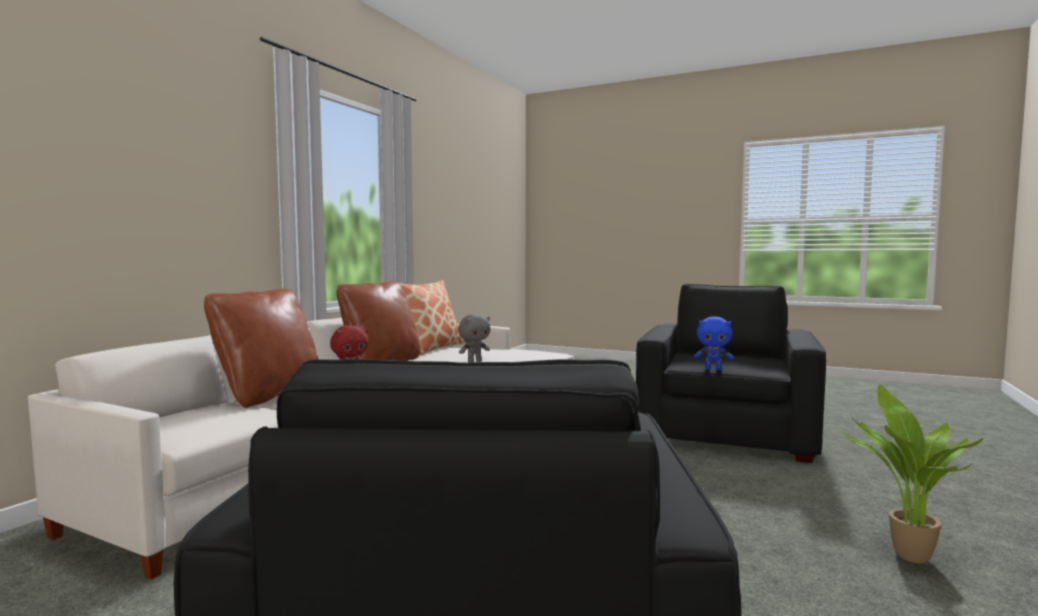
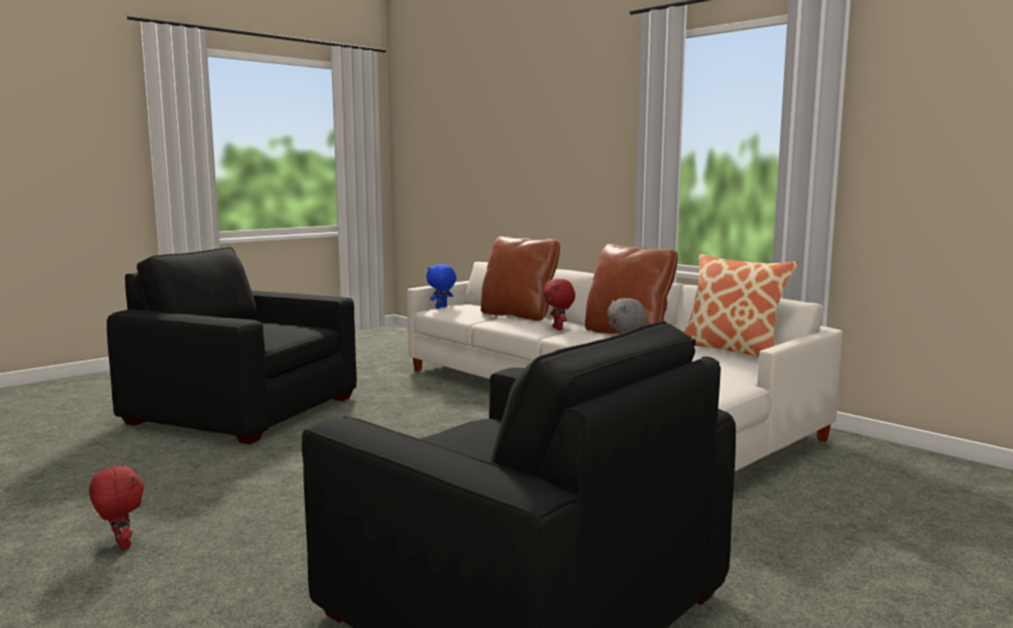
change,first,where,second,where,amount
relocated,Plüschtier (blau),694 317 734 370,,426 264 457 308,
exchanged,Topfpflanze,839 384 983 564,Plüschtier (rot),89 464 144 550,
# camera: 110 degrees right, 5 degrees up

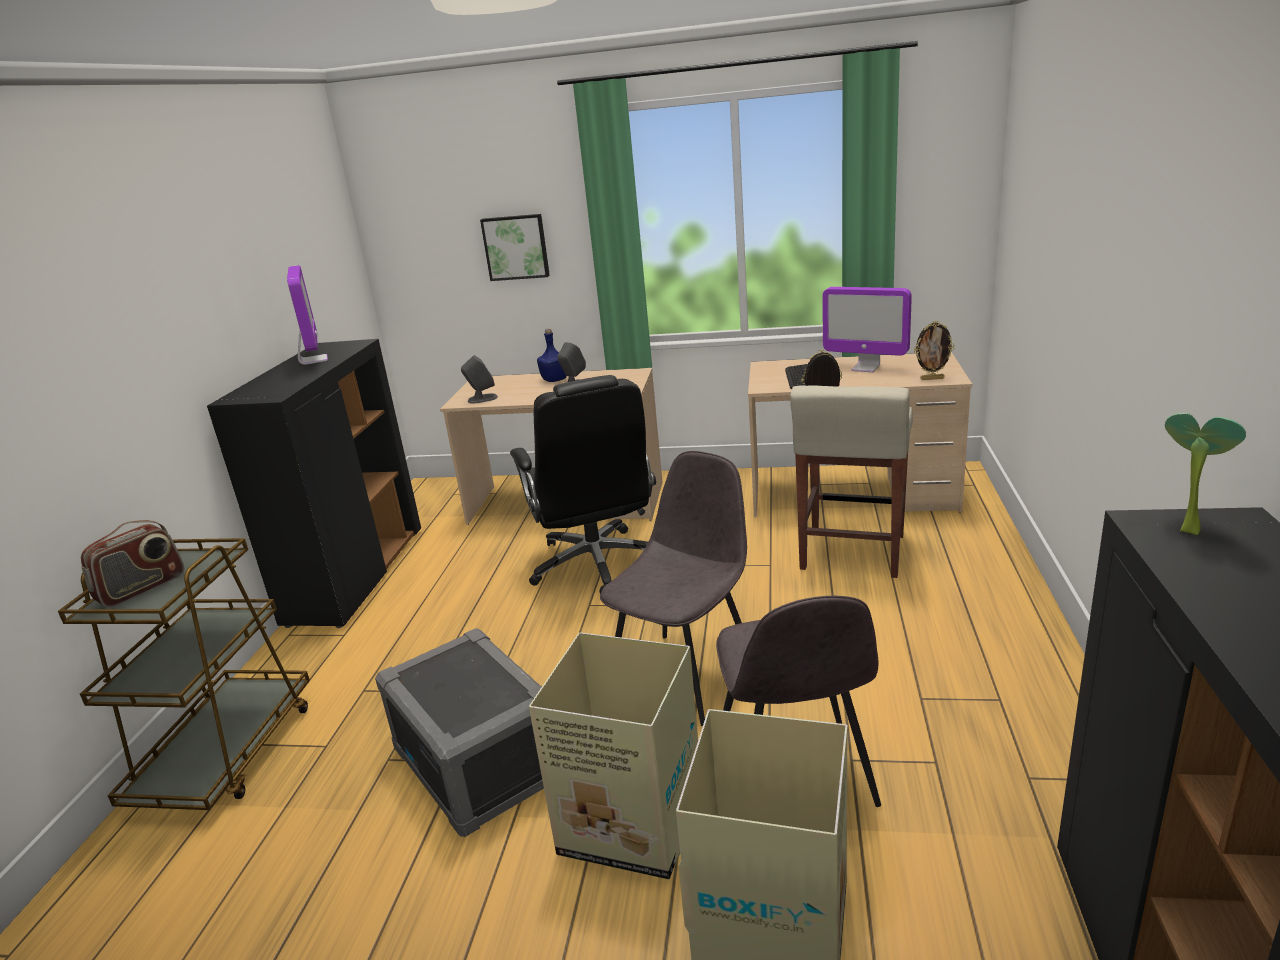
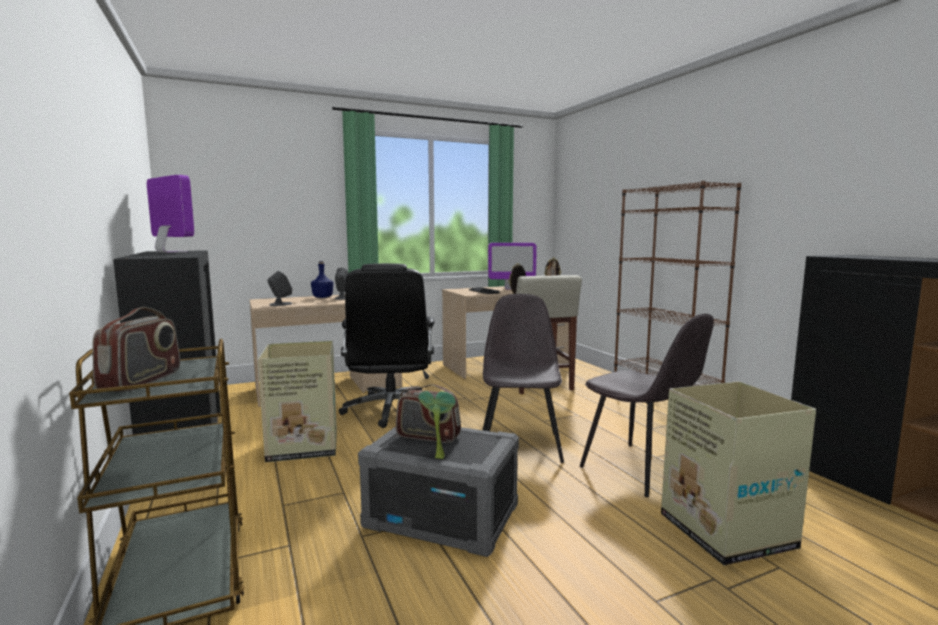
change,first,where,second,where,amount
missing,Bild,480 214 550 281,,,
appeared,,,Radio,396 385 461 443,
appeared,,,Bücherregal (braun),614 181 741 386,
relocated,Karton,529 633 698 879,,258 341 337 463,
relocated,Topfpflanze,1165 413 1246 535,,419 391 456 459,
spun,Bürostuhl (schwarz),510 375 656 594,,339 263 434 428,45 degrees clockwise
# camera: 35 degrees left, 15 degrees down

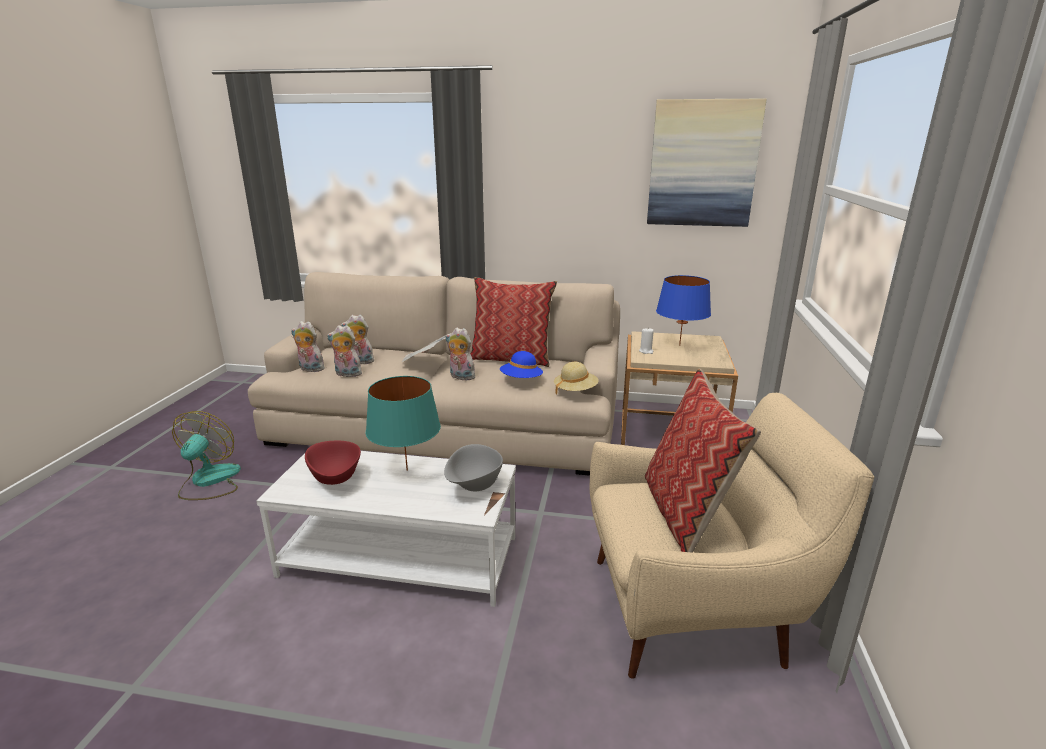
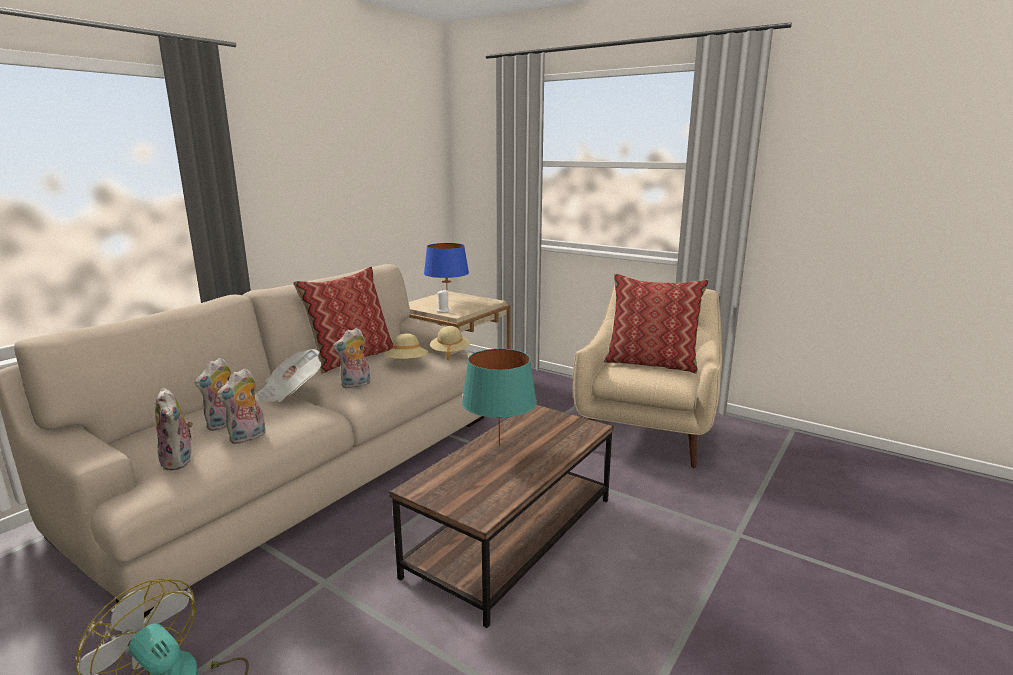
change,first,where,second,where,amount
missing,Schüssel (rot),305 441 361 485,,,
missing,Schüssel (grau),444 444 503 491,,,
missing,Bild,647 99 767 227,,,
colour,Couchtisch (weiß),256 451 516 607,Couchtisch (braun),390 405 613 628,
colour,Hut (blau),500 351 543 378,Hut (beige),385 334 428 359,
spun,Plüschtier,291 321 326 372,,155 388 193 470,75 degrees counterclockwise
# camera: 65 degrees left, 5 degrees down

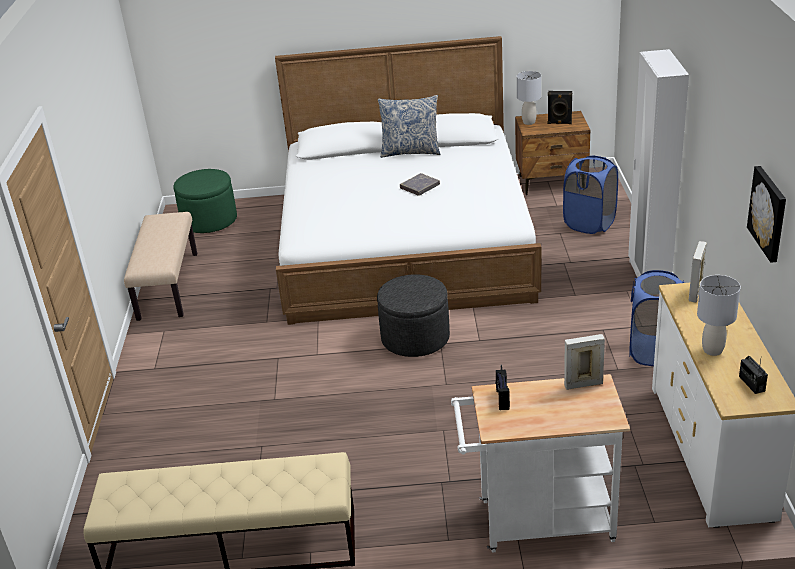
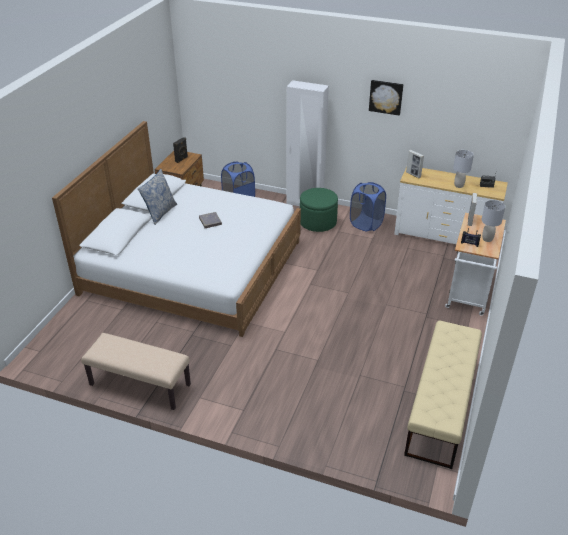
change,first,where,second,where,amount
missing,Polsterhocker (grau),377 274 450 357,,,
relocated,Polsterhocker (grün),174 169 237 233,,300 188 338 232,
relocated,Tischlampe (grau),517 71 541 125,,482 200 505 242,
relocated,Bild,747 166 786 263,,369 80 404 116,
# camera: 70 degrees left, 5 degrees up

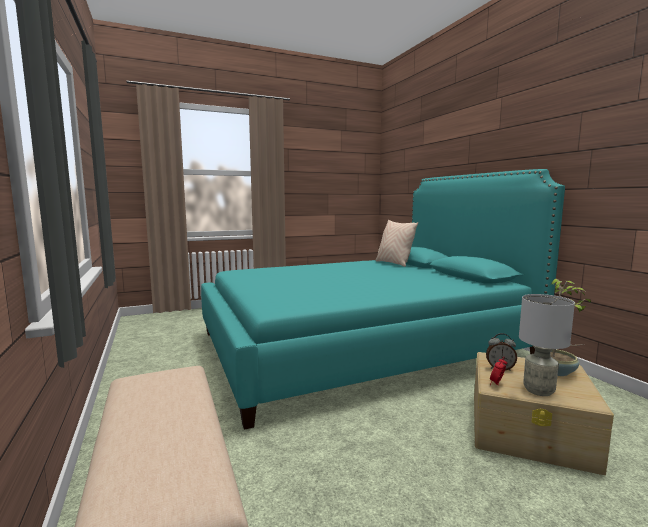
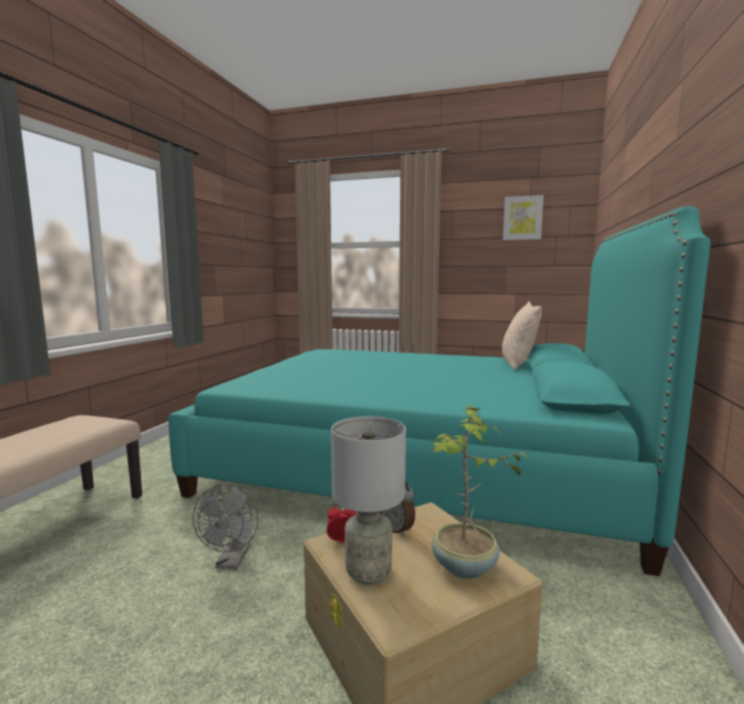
change,first,where,second,where,amount
appeared,,,Ventilator (grau),193 485 258 569,
appeared,,,Bild,503 195 544 240,
# camera: 40 degrees right, 0 degrees up

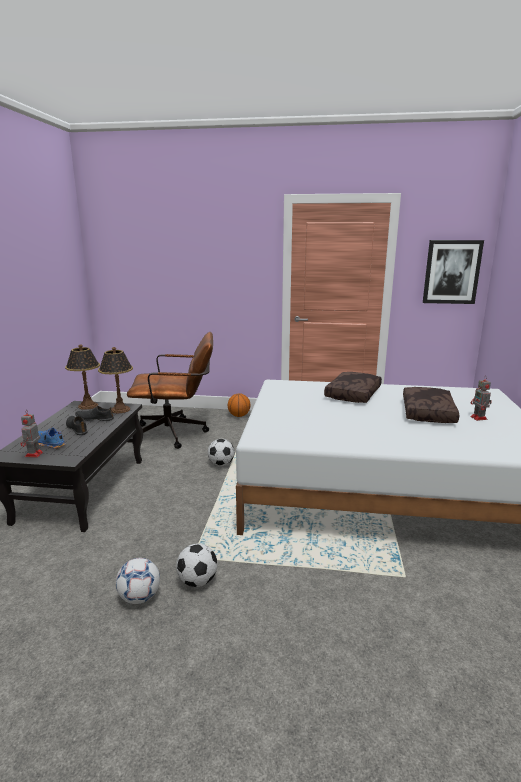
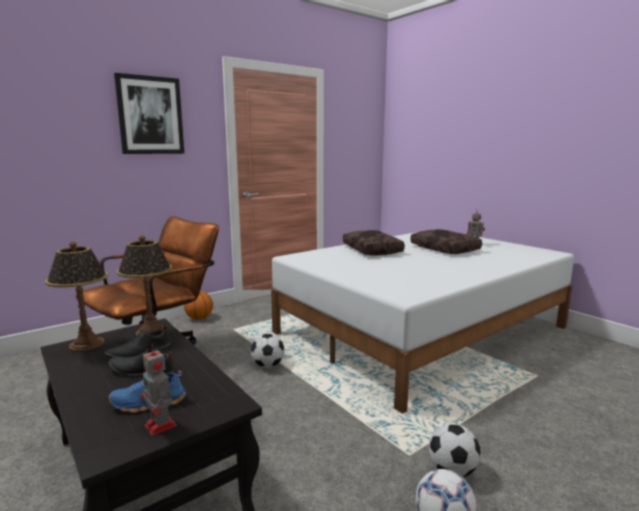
change,first,where,second,where,amount
relocated,Bild,423 240 484 304,,114 73 184 154,
# camera: 45 degrees left, 5 degrees down

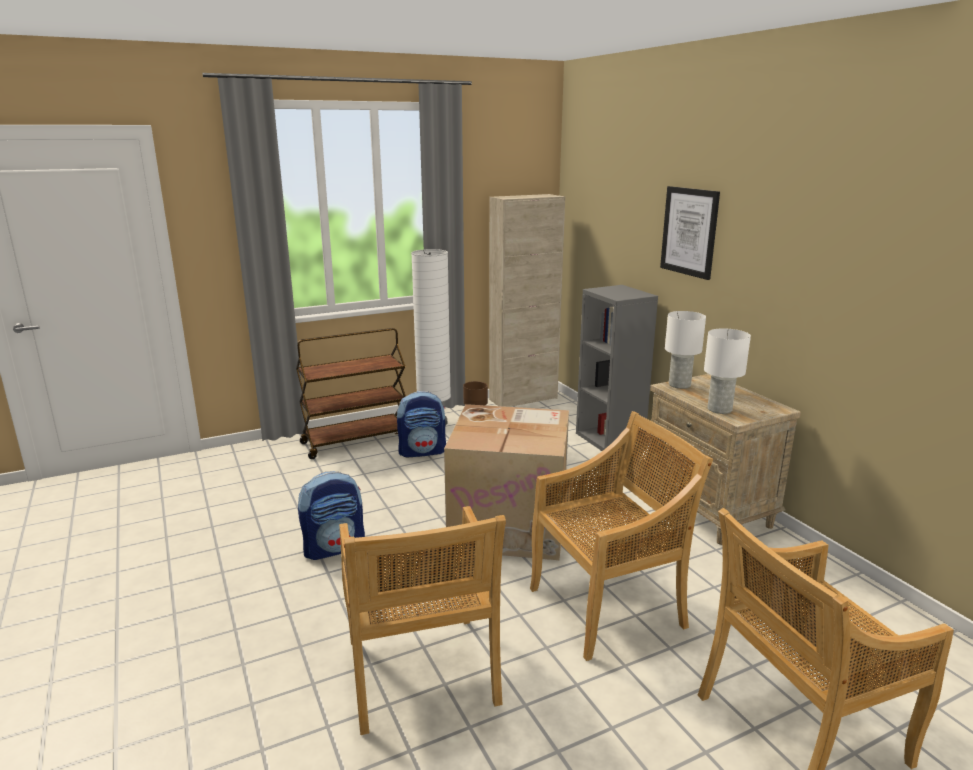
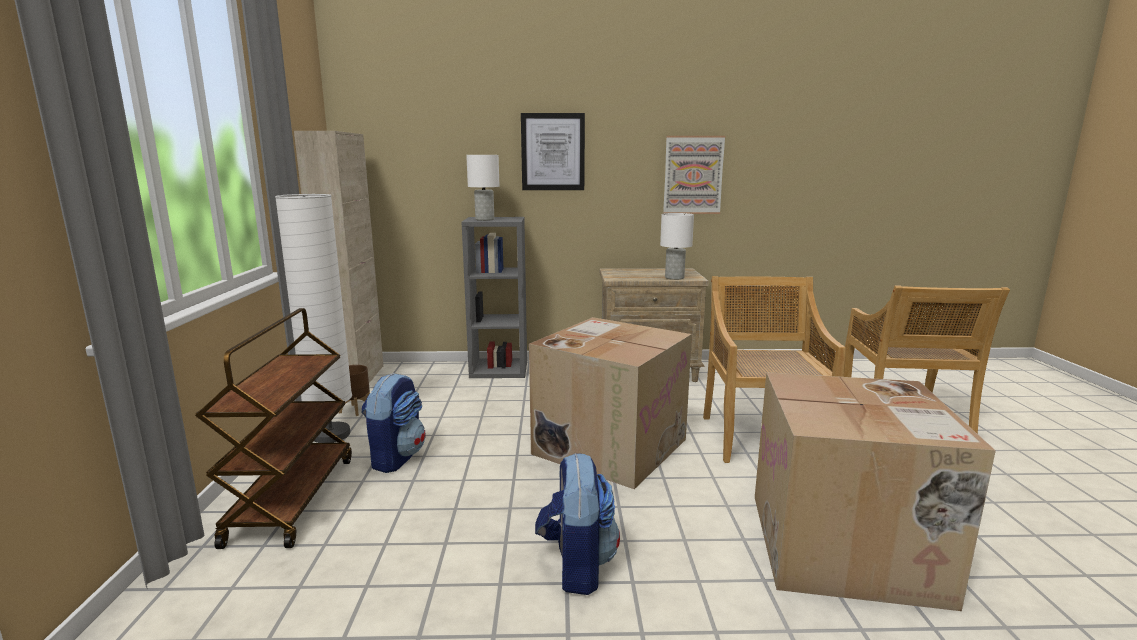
change,first,where,second,where,amount
appeared,,,Bild,663 136 725 214,
relocated,Tischlampe (weiß),665 311 706 389,,466 155 500 221,
exchanged,Stuhl (beige),339 506 506 735,Karton,755 372 996 611,
# camera: 65 degrees left, 5 degrees down

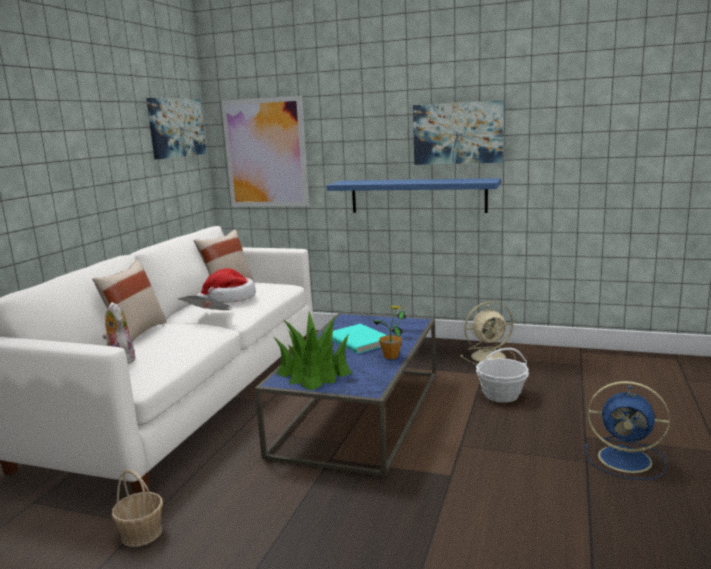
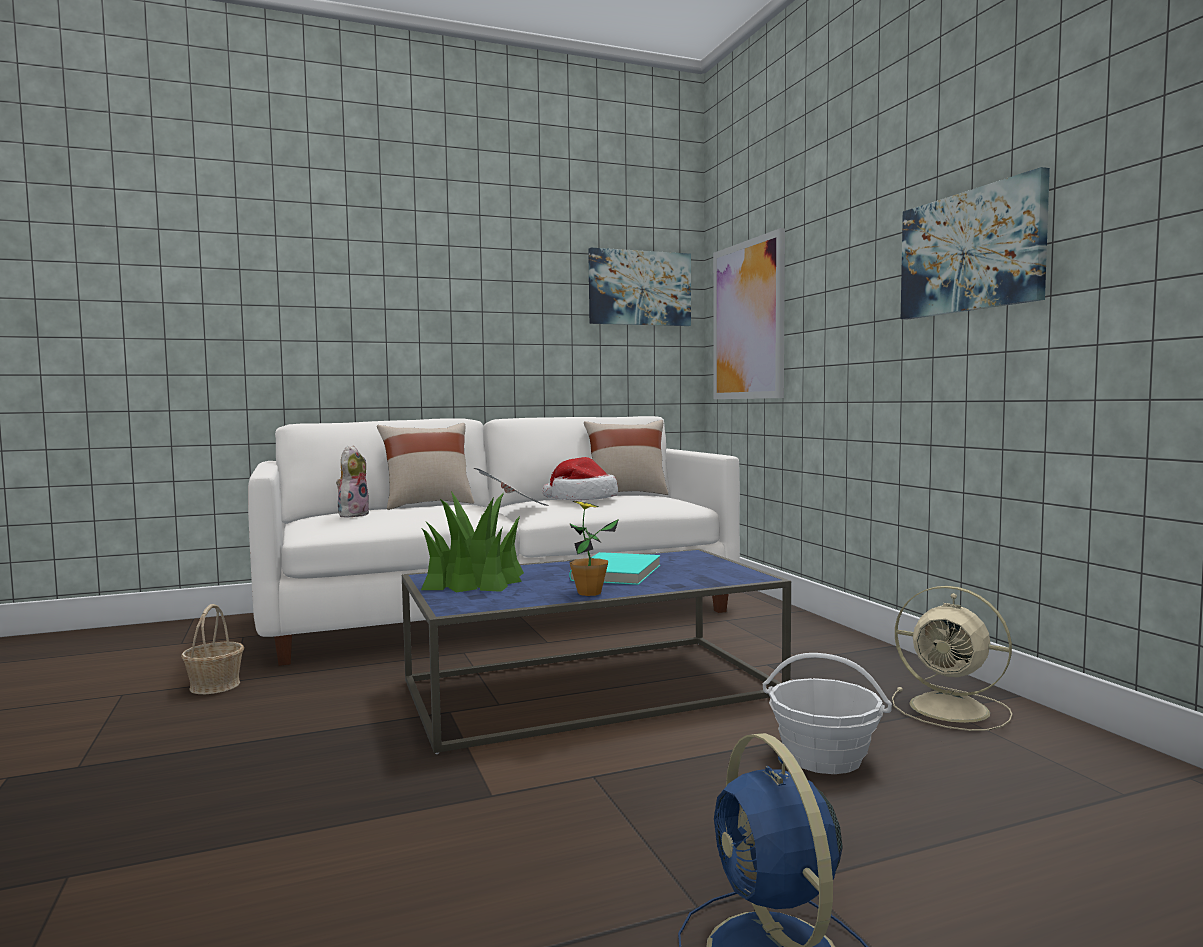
change,first,where,second,where,amount
missing,Wandregal (blau),326 178 501 213,,,
# camera: 50 degrees right, 10 degrees down

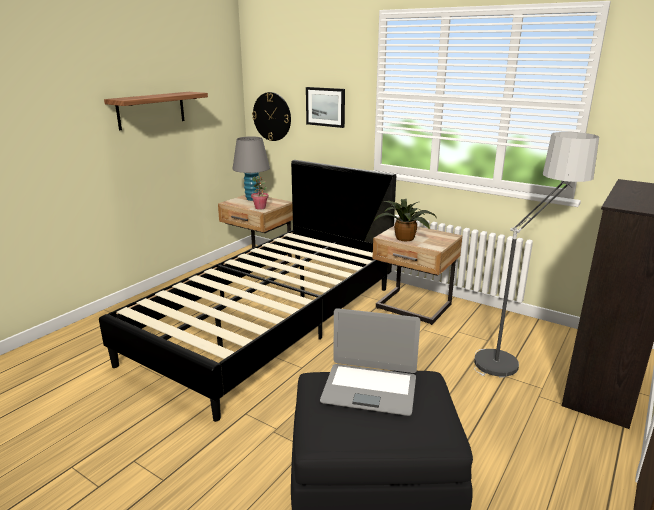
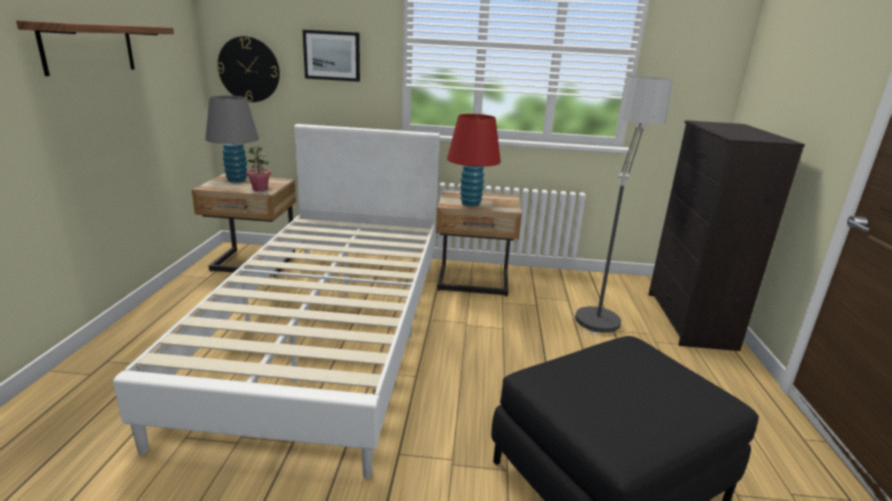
change,first,where,second,where,amount
missing,Laptop,320 308 420 416,,,
exchanged,Topfpflanze,373 199 437 241,Tischlampe (rot),447 114 501 207,
colour,Bett (schwarz),99 160 396 422,Bett (weiß),113 124 440 479,
# camera: 30 degrees left, 0 degrees up

